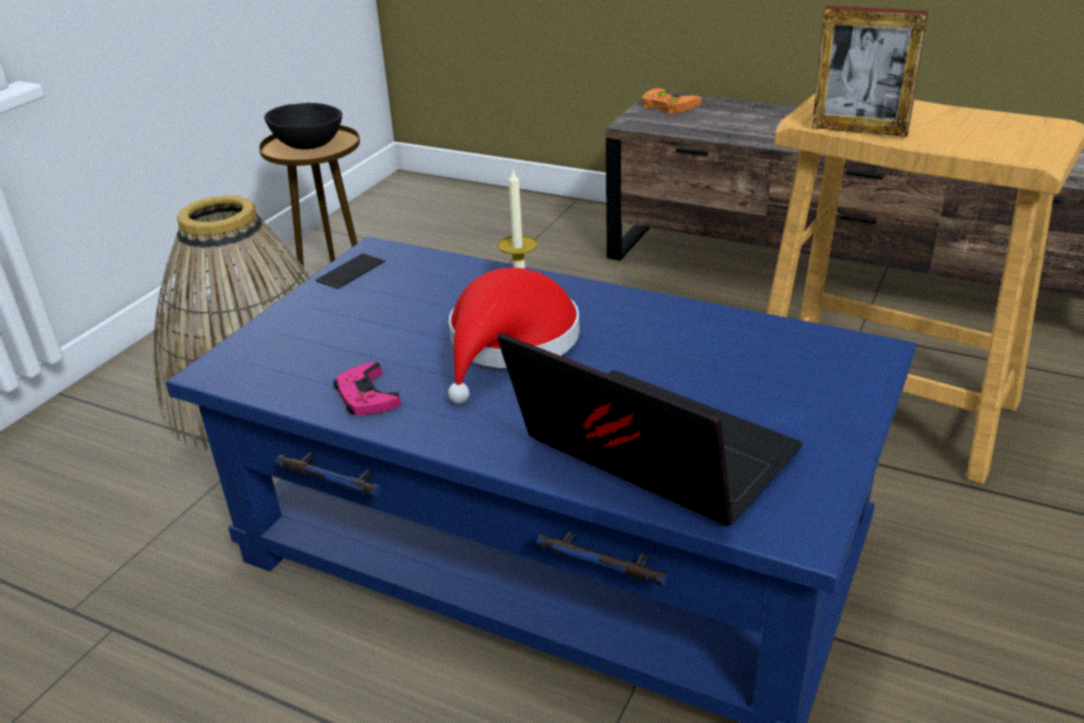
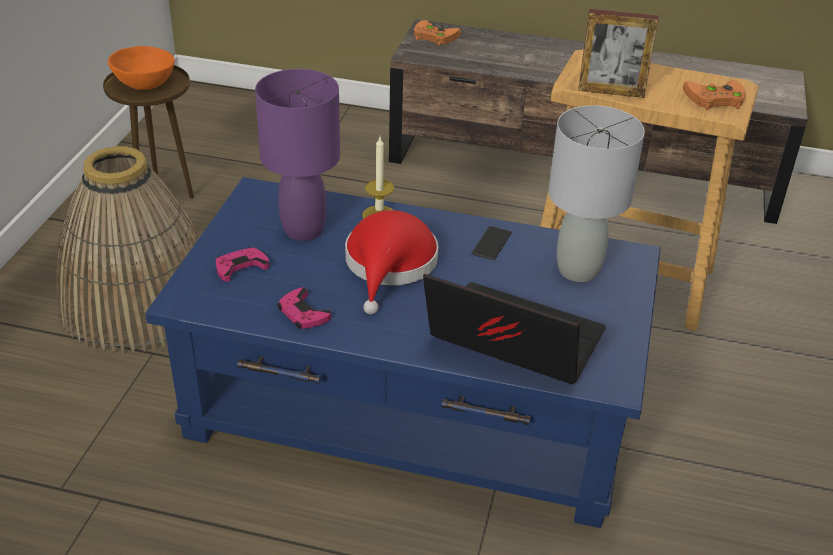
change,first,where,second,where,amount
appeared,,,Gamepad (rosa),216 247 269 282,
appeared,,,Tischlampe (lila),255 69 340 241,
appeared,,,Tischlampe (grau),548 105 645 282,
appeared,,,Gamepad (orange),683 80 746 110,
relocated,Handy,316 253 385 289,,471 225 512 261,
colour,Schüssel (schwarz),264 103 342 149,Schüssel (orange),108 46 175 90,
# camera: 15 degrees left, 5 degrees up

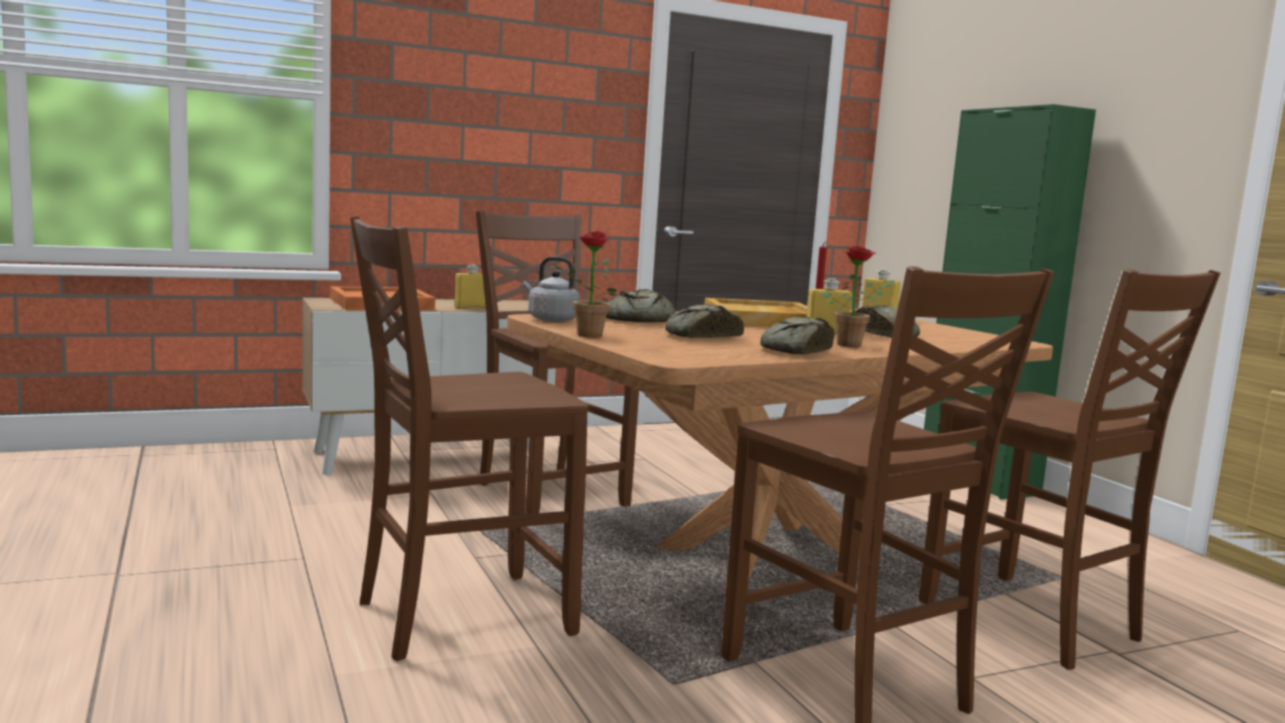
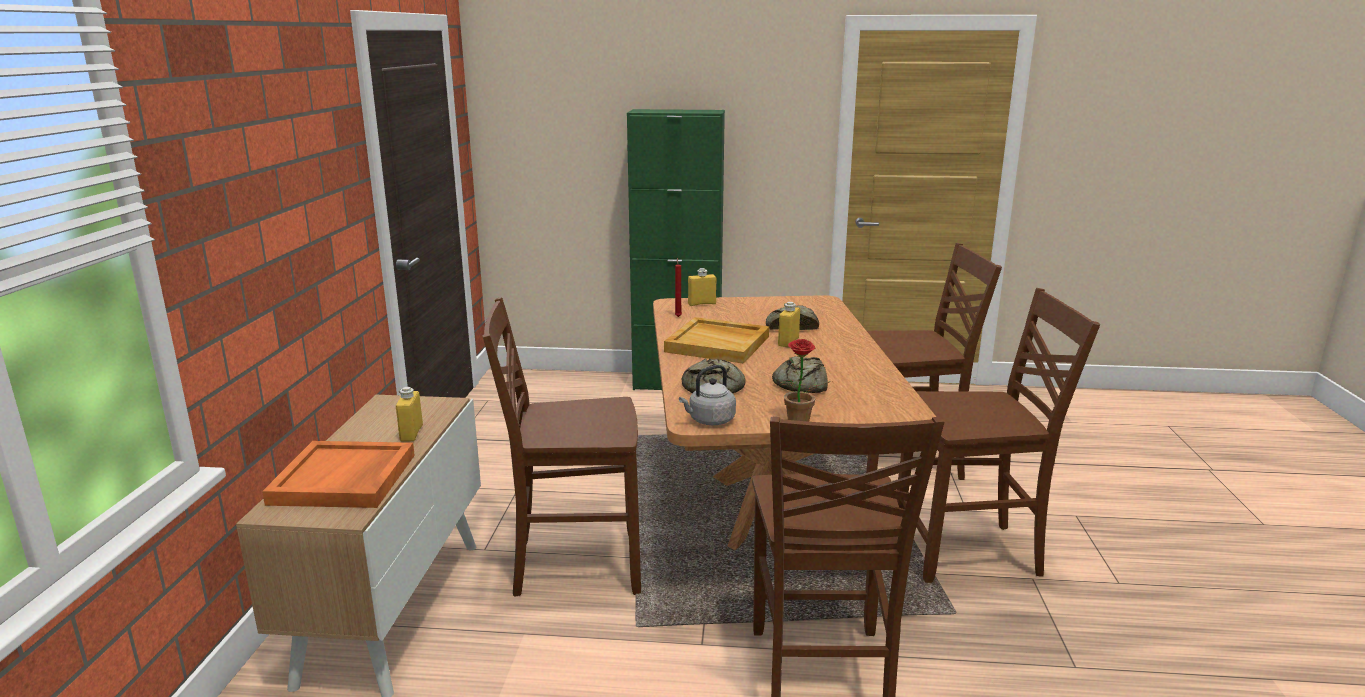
change,first,where,second,where,amount
missing,Brot,760 317 835 355,,,
missing,Topfpflanze,822 246 894 347,,,
# camera: 60 degrees left, 10 degrees up

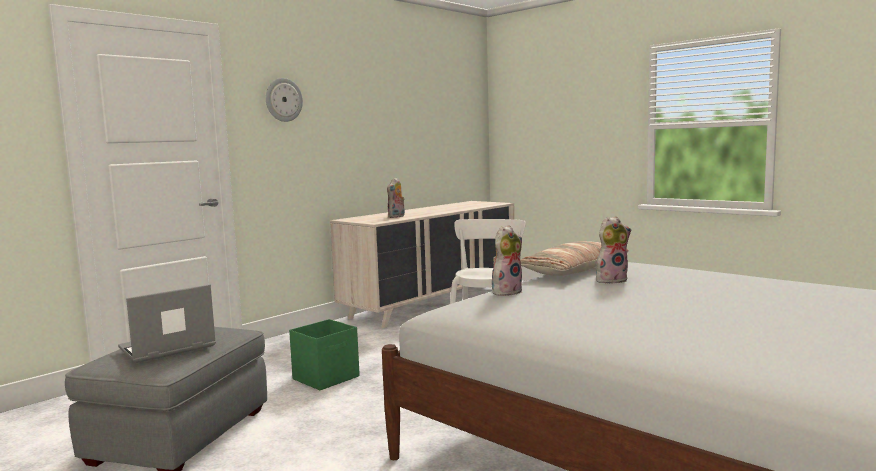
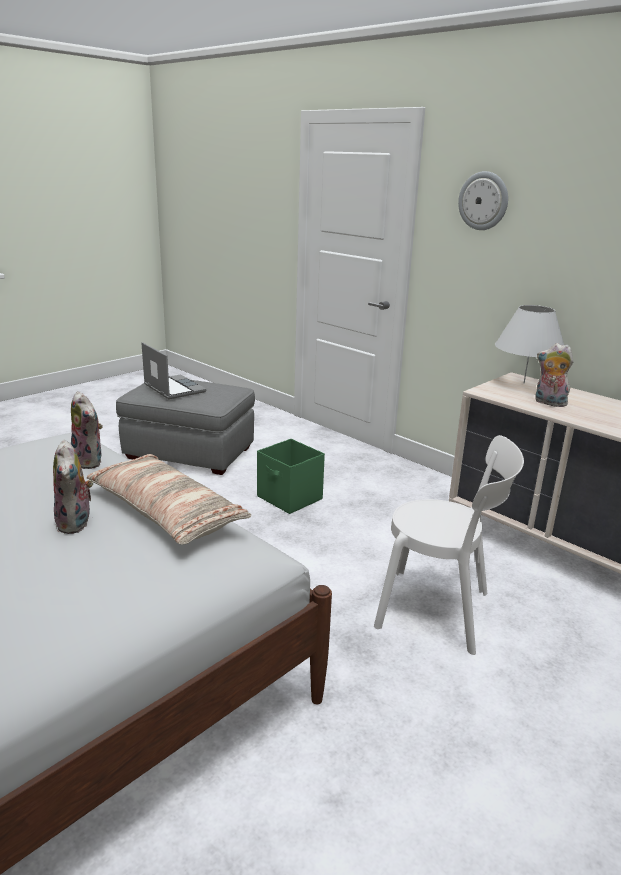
change,first,where,second,where,amount
appeared,,,Tischlampe (weiß),495 305 564 384,
# camera: 90 degrees right, 15 degrees up

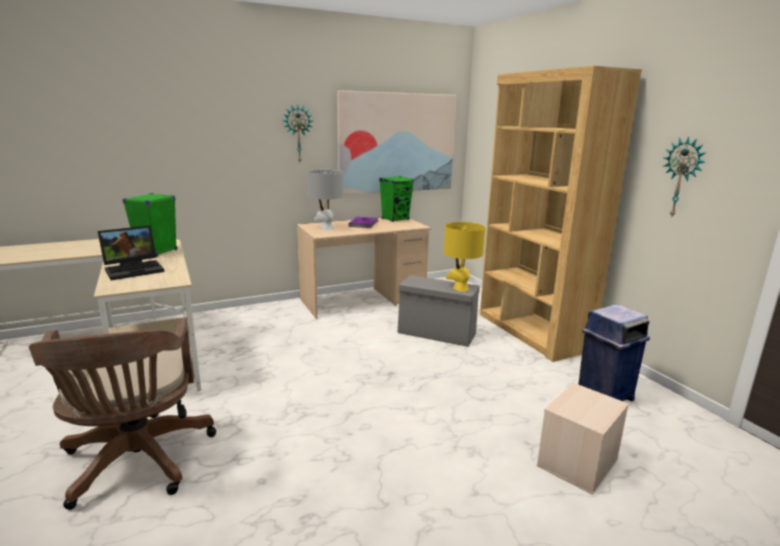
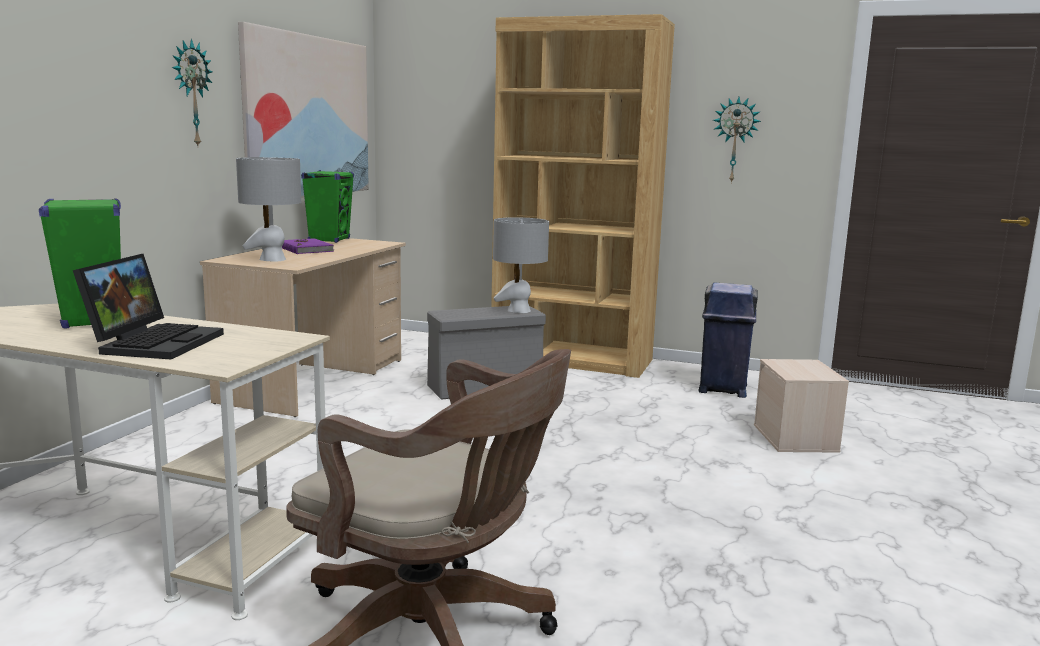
change,first,where,second,where,amount
colour,Tischlampe (gelb),444 222 485 292,Tischlampe (grau),493 217 549 313,
# camera: 45 degrees left, 5 degrees down

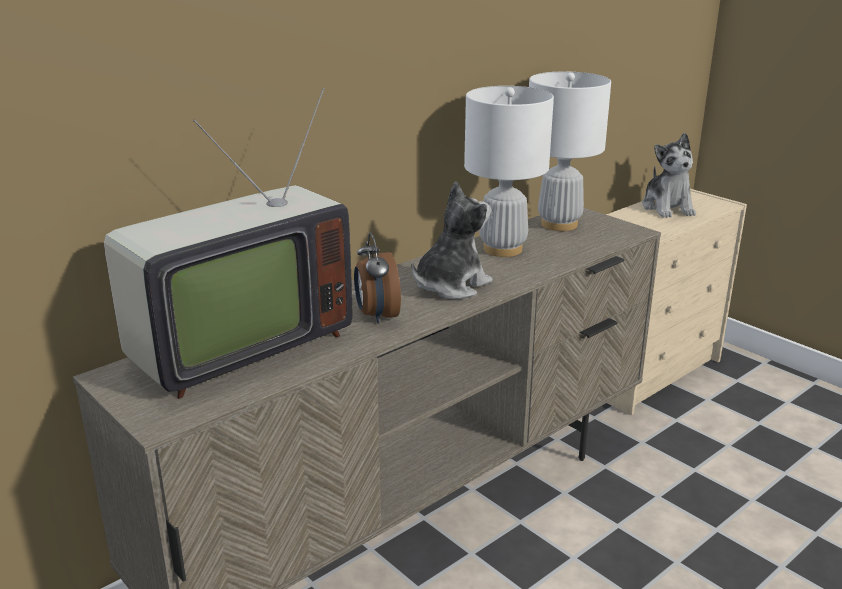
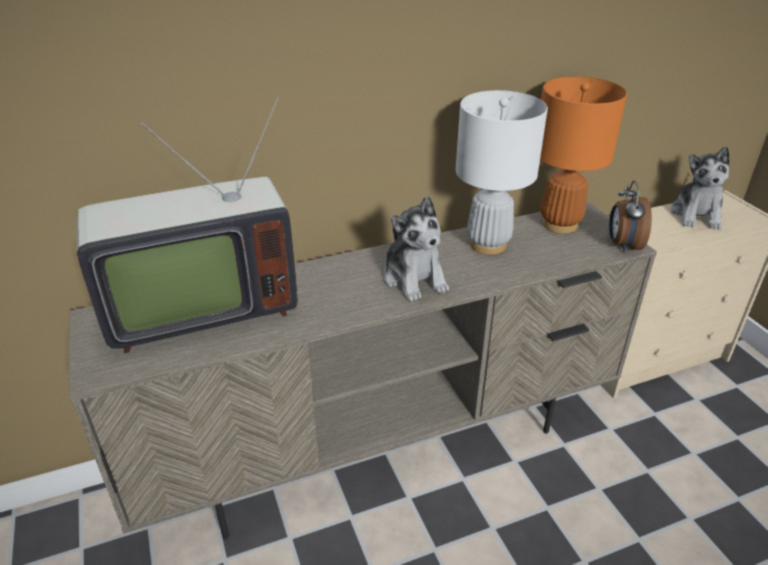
change,first,where,second,where,amount
relocated,Wecker,354 233 401 324,,609 181 652 253,
colour,Tischlampe (weiß),529 71 611 231,Tischlampe (orange),540 76 627 234,
spun,Plüschtier,411 181 493 299,,383 196 449 302,90 degrees clockwise
# camera: 20 degrees right, 10 degrees up

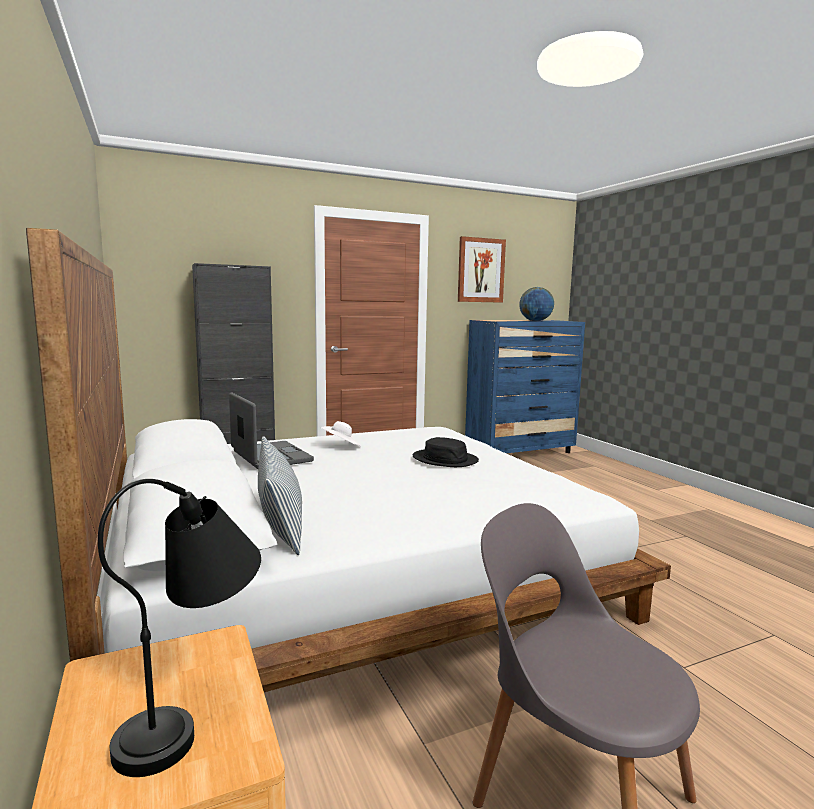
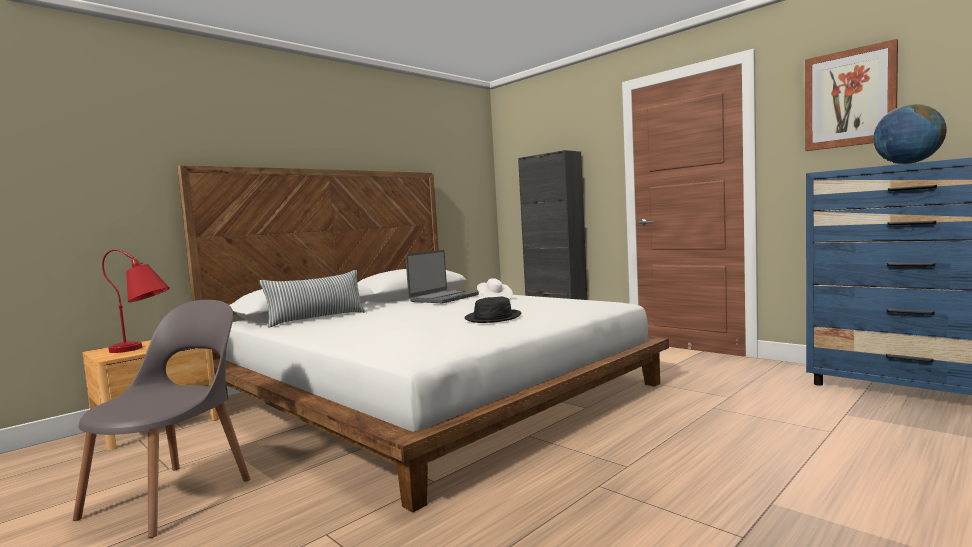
change,first,where,second,where,amount
colour,Tischlampe (schwarz),98 479 261 777,Tischlampe (rot),102 249 170 353,
# camera: 70 degrees right, 5 degrees down

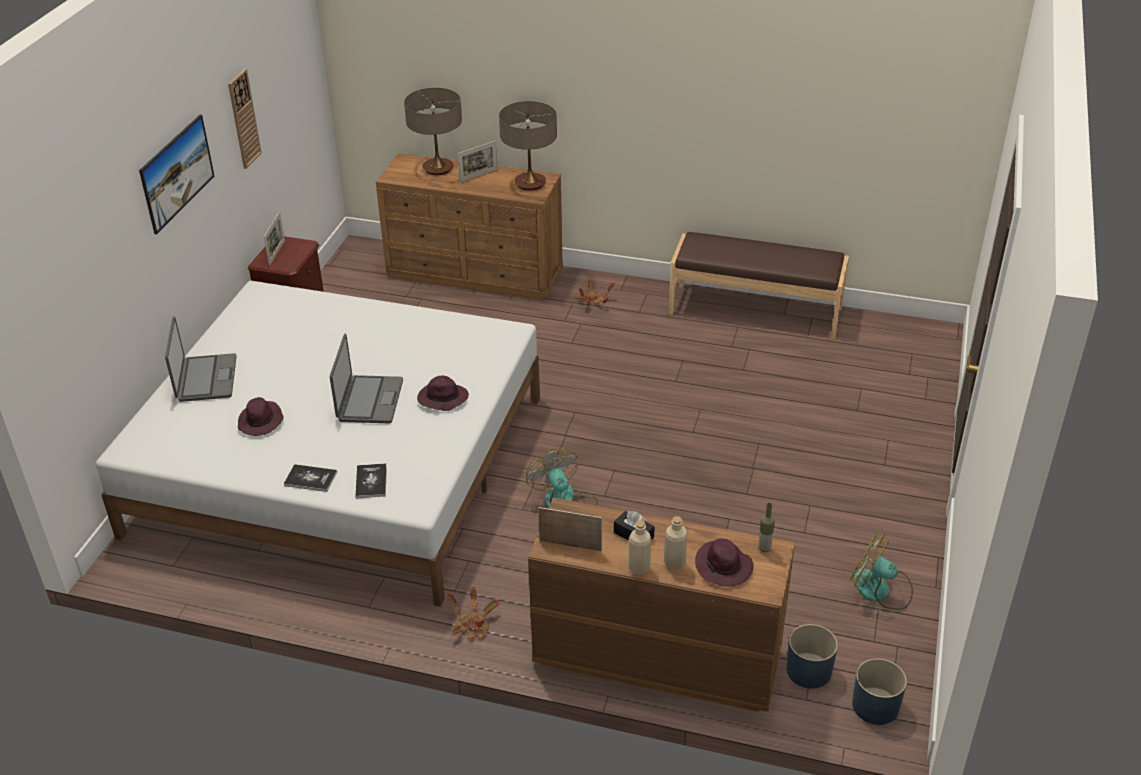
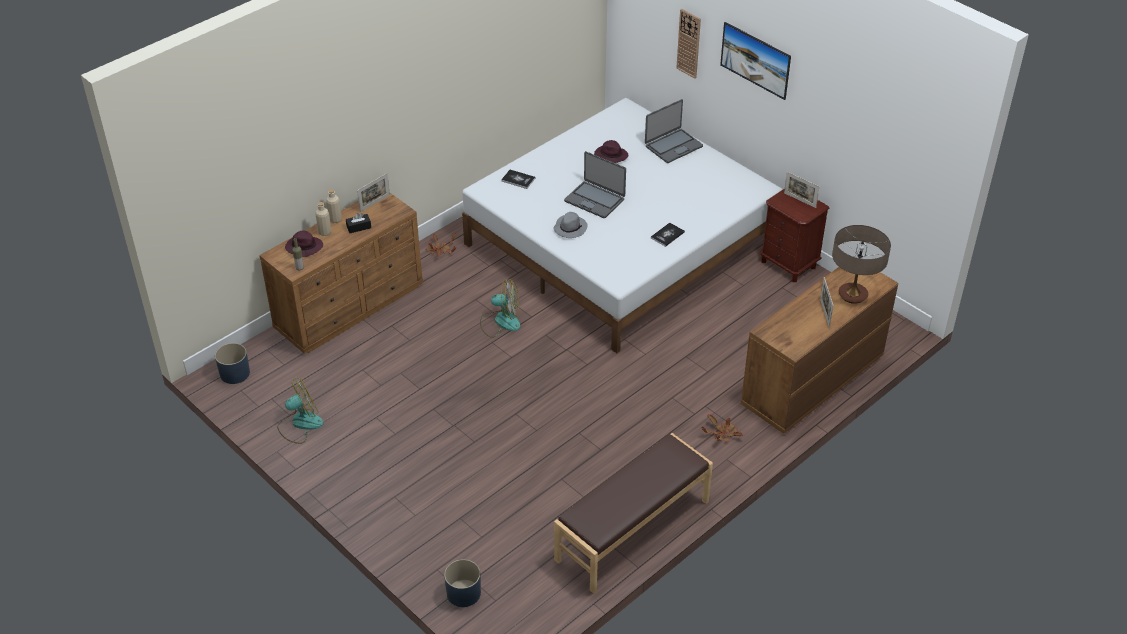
change,first,where,second,where,amount
missing,Tischlampe,499 101 557 191,,,
relocated,Wanduhr,228 69 262 169,,676 9 701 79,
relocated,Buch,284 464 337 492,,651 223 685 247,
relocated,Pflanzkübel (blau),786 624 838 689,,444 559 481 607,
colour,Hut (lila),417 376 469 411,Hut (grau),553 212 588 238,
spun,Laptop,165 316 237 402,,645 99 703 163,60 degrees counterclockwise
# camera: 120 degrees right, 5 degrees up

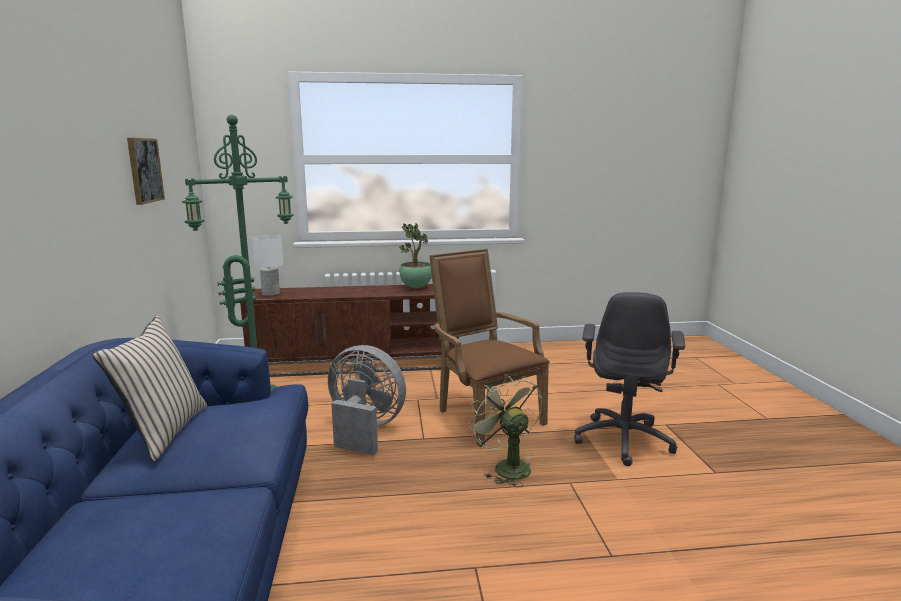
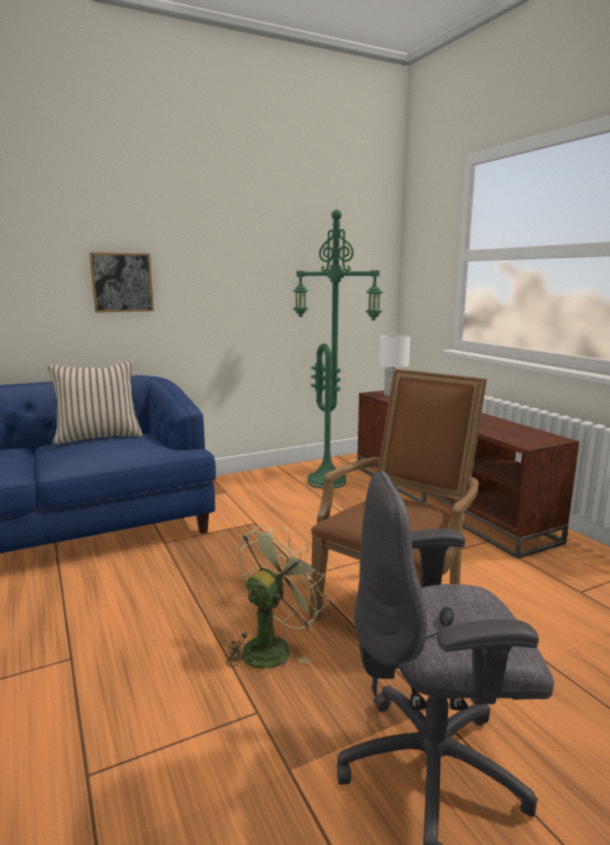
change,first,where,second,where,amount
missing,Ventilator (grau),328 345 406 455,,,
missing,Topfpflanze,399 223 432 288,,,
relocated,Bild,127 138 165 205,,89 252 154 313,
# camera: 70 degrees right, 0 degrees up

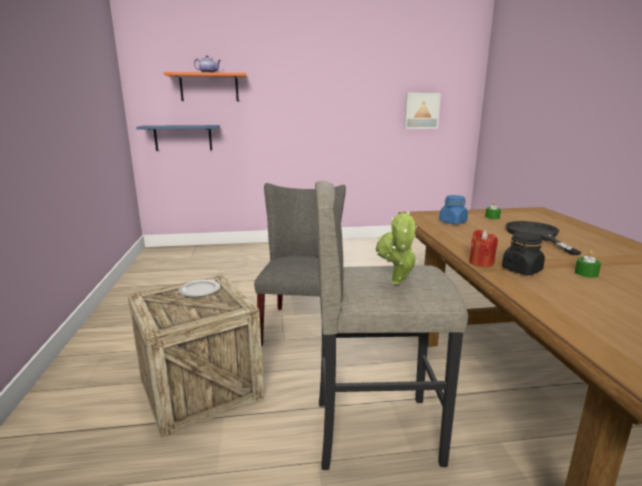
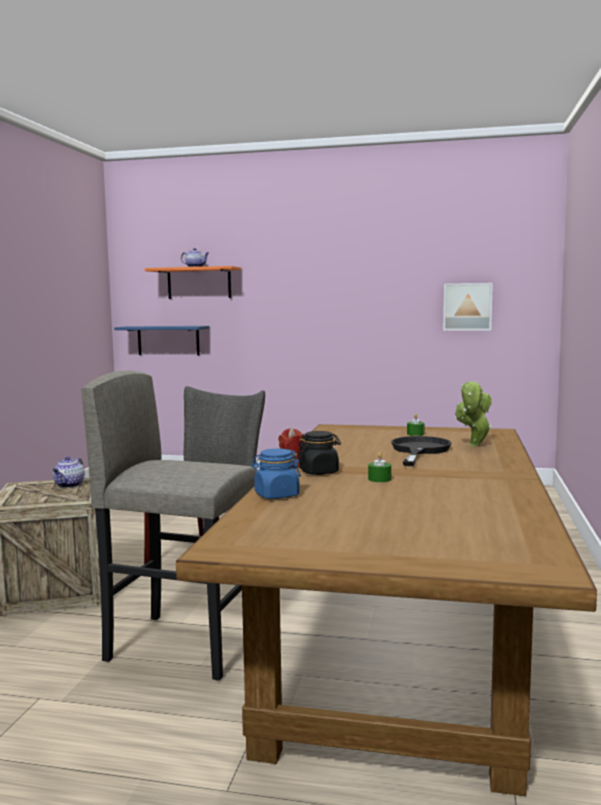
change,first,where,second,where,amount
relocated,Topfpflanze,376 211 418 285,,455 380 491 447,
relocated,Vorratsglas (blau),439 195 468 224,,251 448 301 499,
exchanged,Teller,178 280 220 297,Teekanne,52 456 85 488,
# camera: 20 degrees right, 10 degrees down

